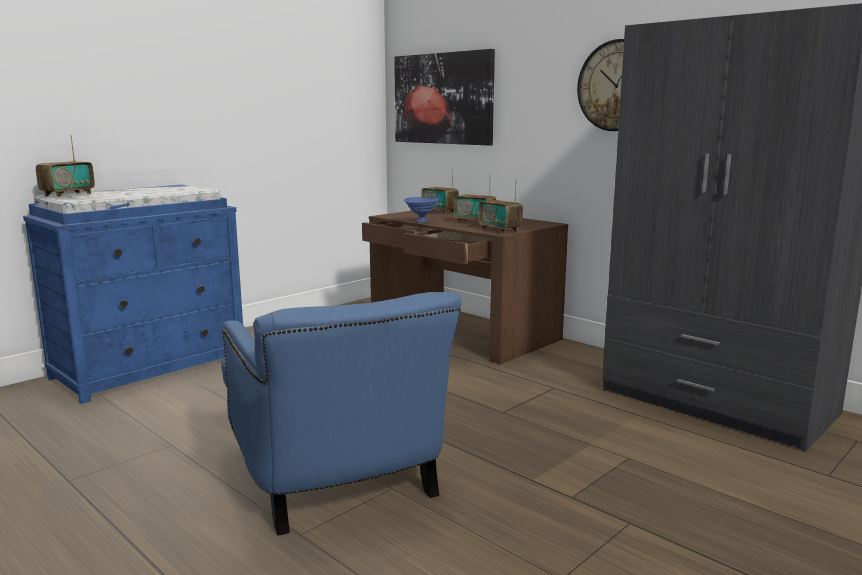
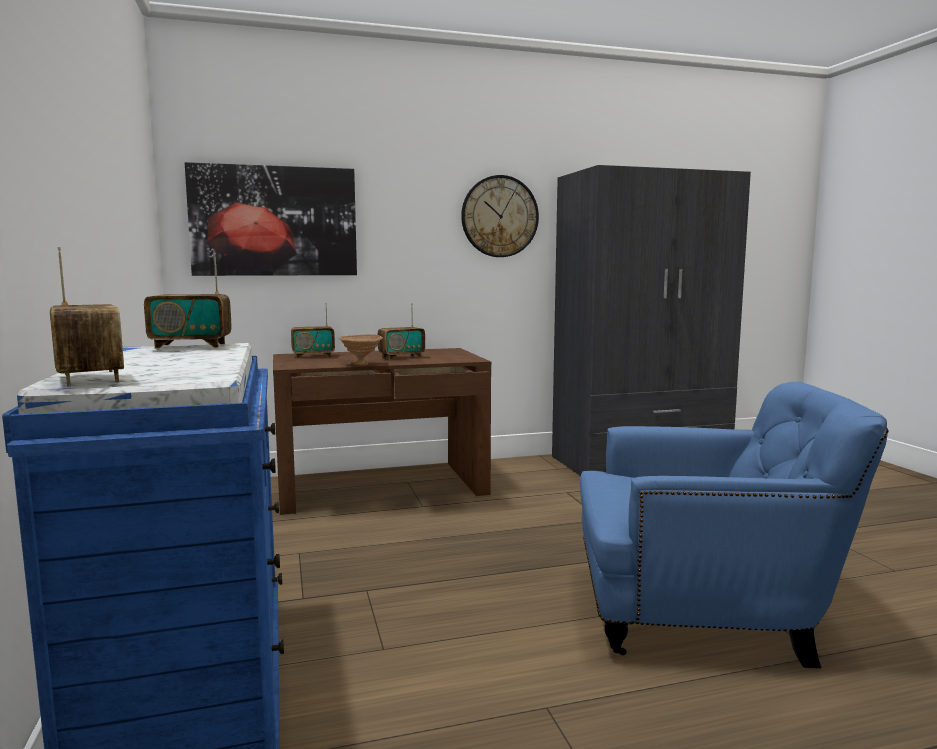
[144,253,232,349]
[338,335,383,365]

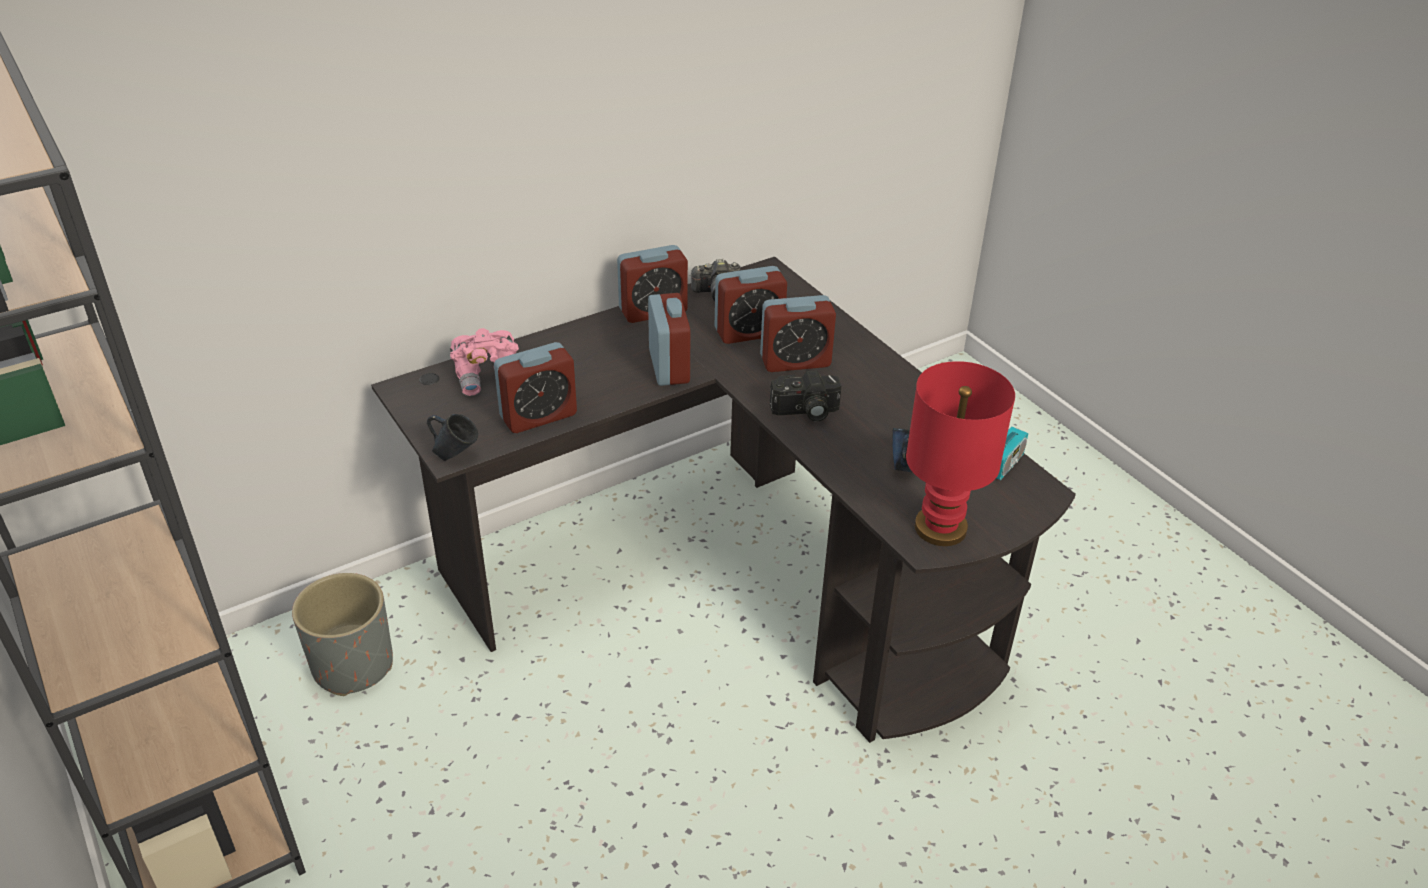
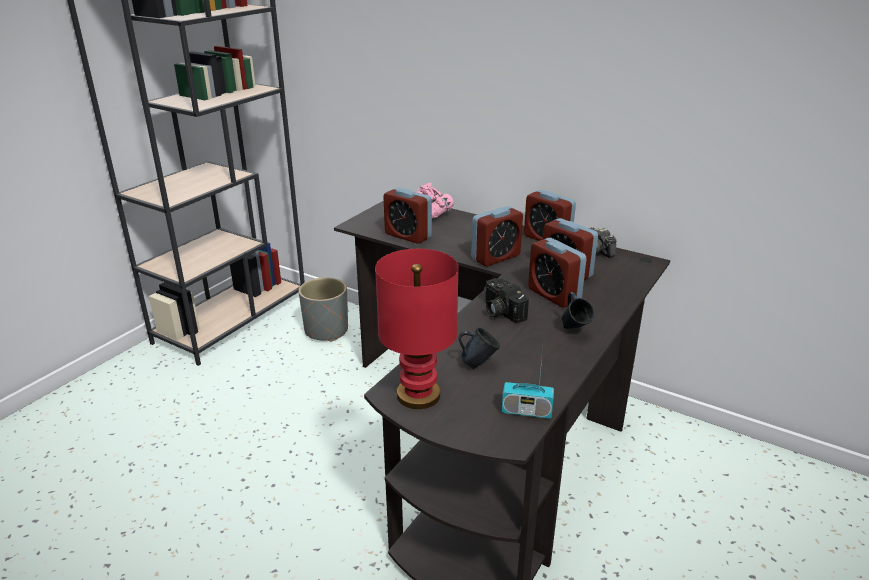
[562,292,595,329]

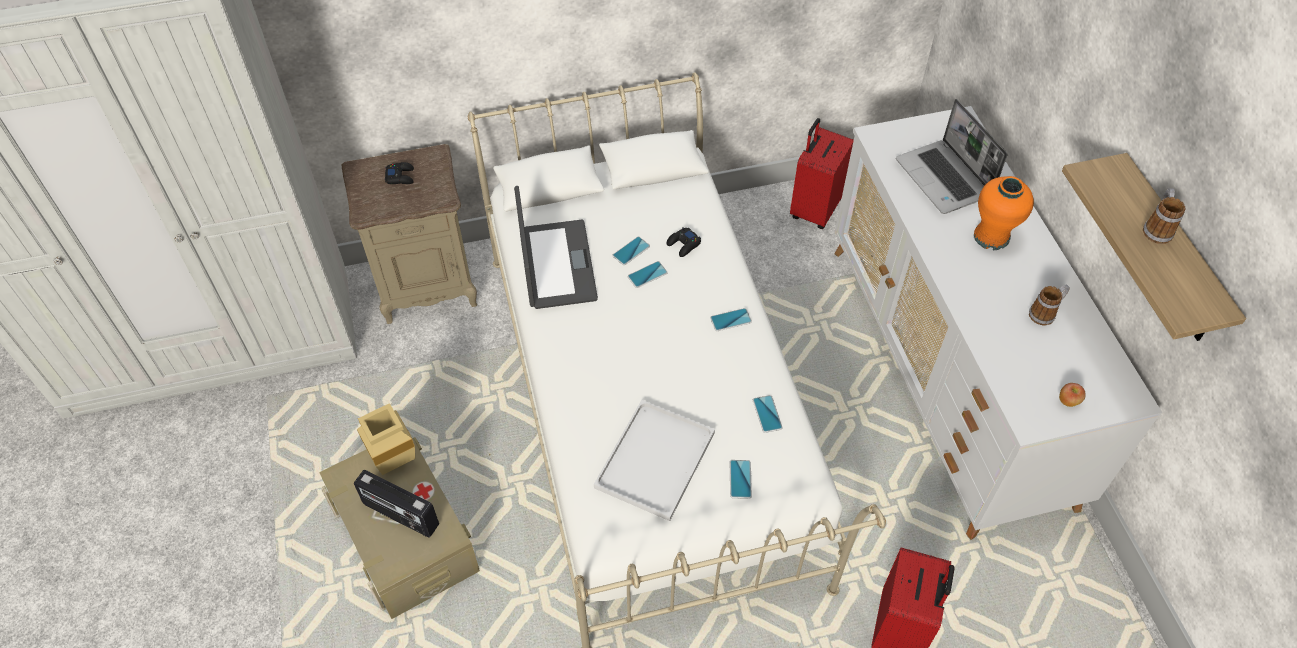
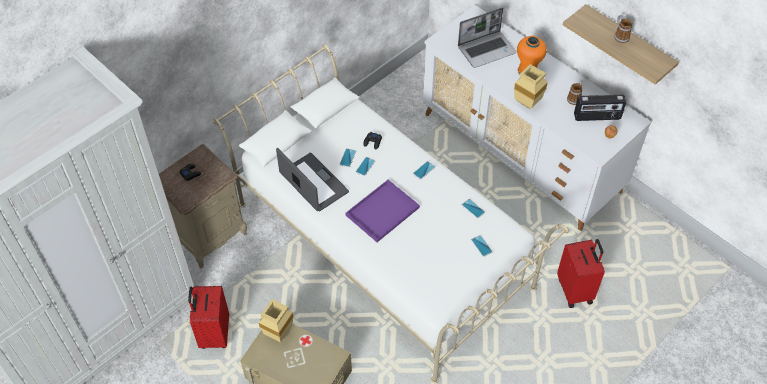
[594,400,715,521] (first image)
[345,180,420,242]
[514,64,548,109]
[574,95,626,121]
[188,286,229,349]
[458,7,516,68]

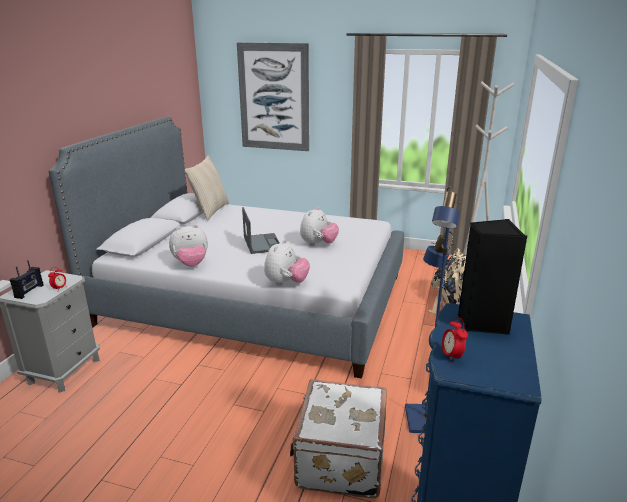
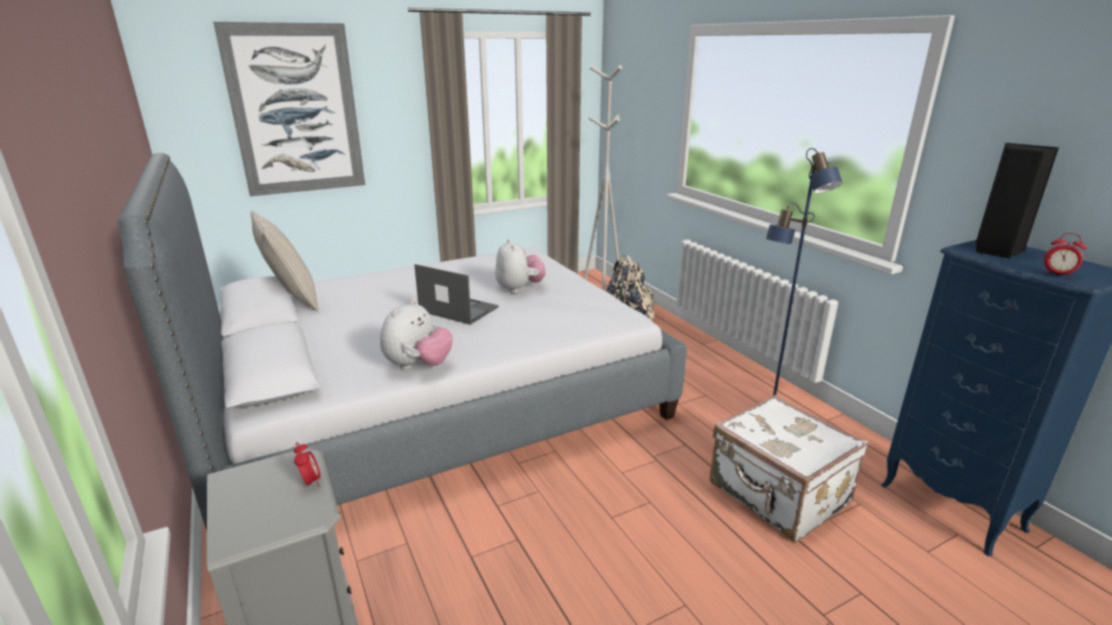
[10,260,44,299] (first image)
[264,240,310,286] (first image)

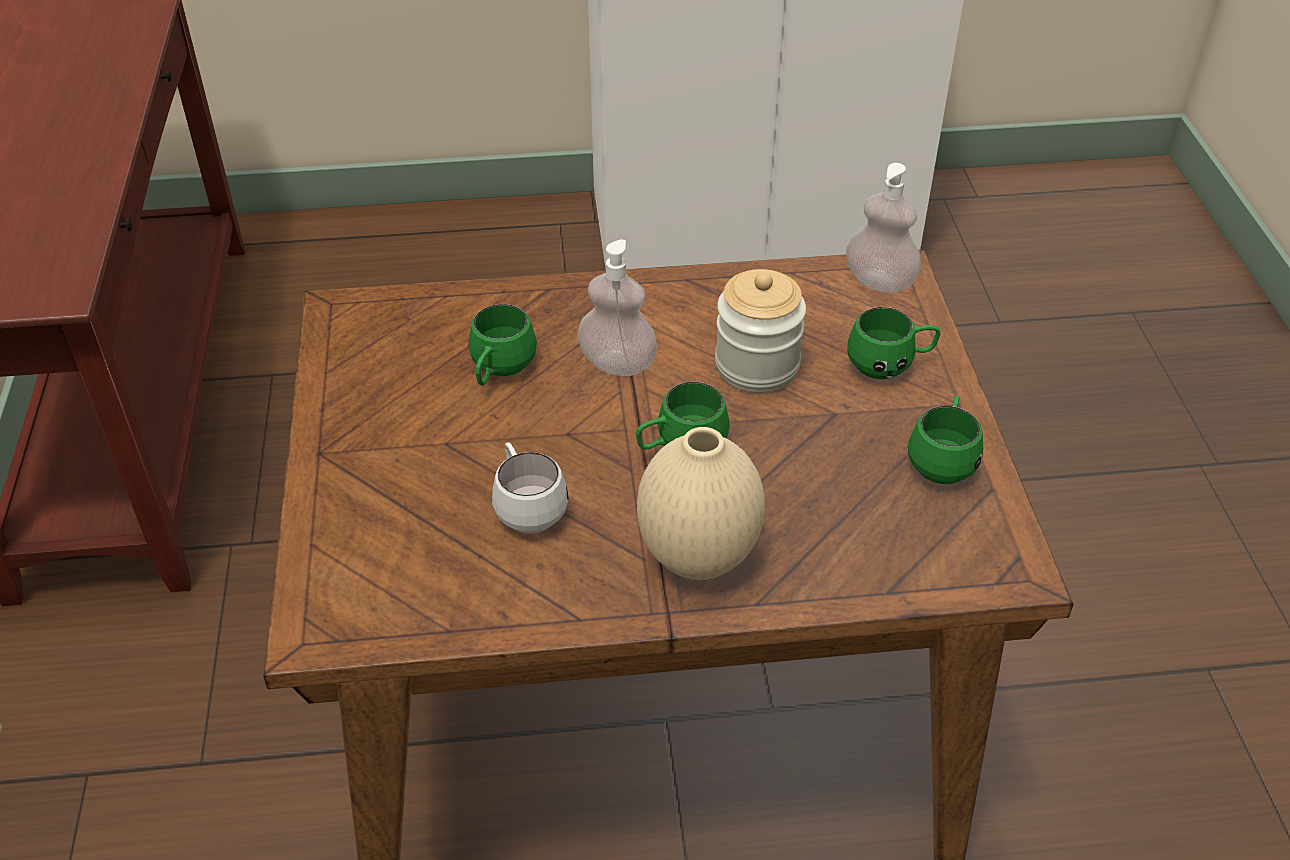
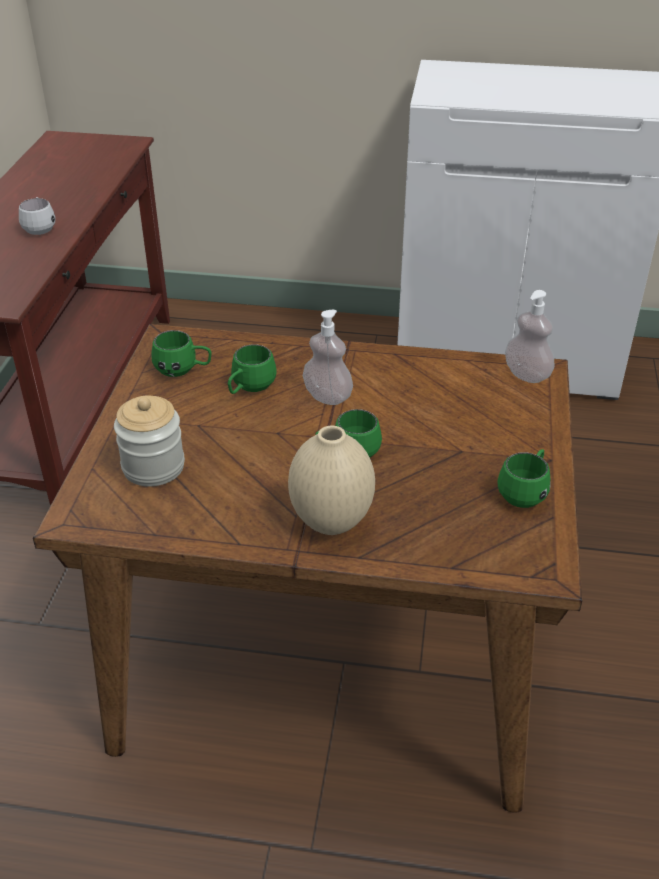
[19,197,55,235]
[114,396,185,487]
[151,330,211,377]

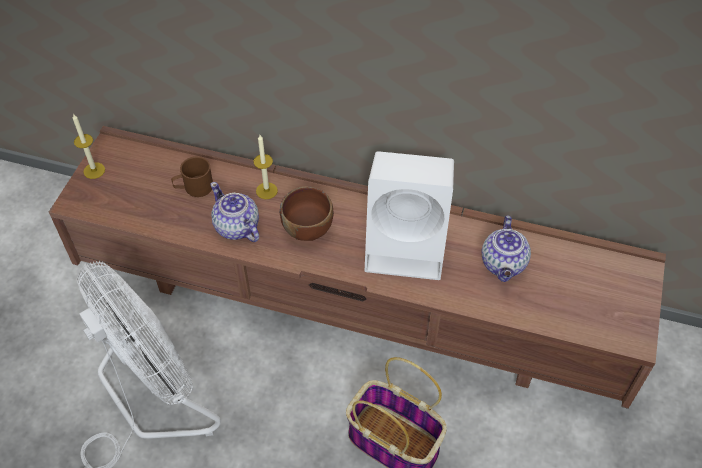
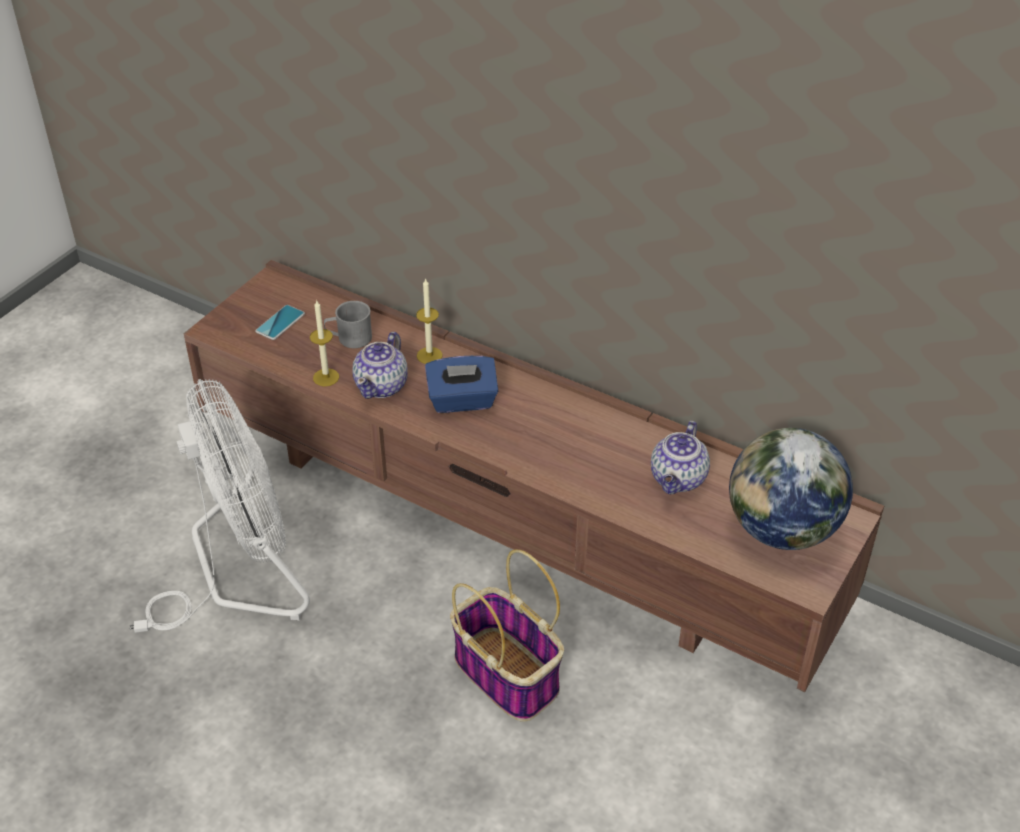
[365,151,454,280] (first image)
[255,305,305,340]
[729,428,853,550]
[310,301,339,386]
[425,356,498,413]
[324,301,372,348]
[352,332,408,399]

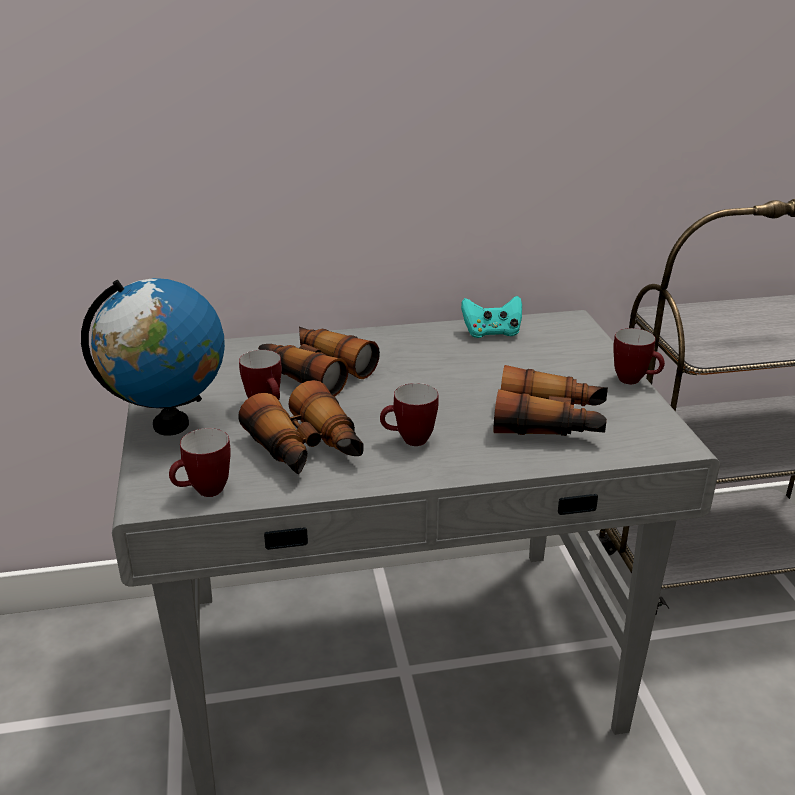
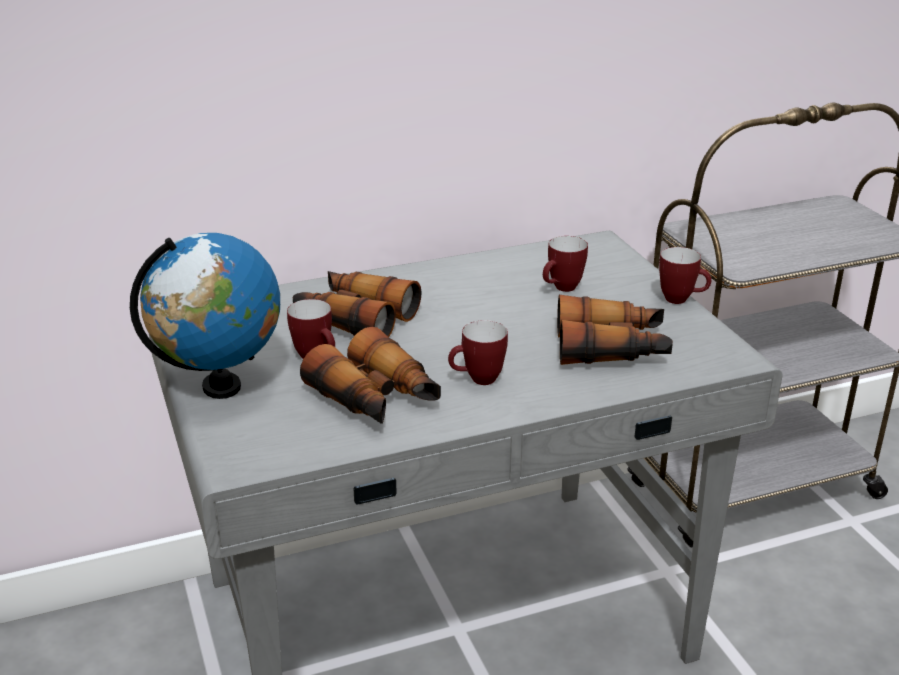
[461,296,522,338] (first image)
[543,236,588,292]

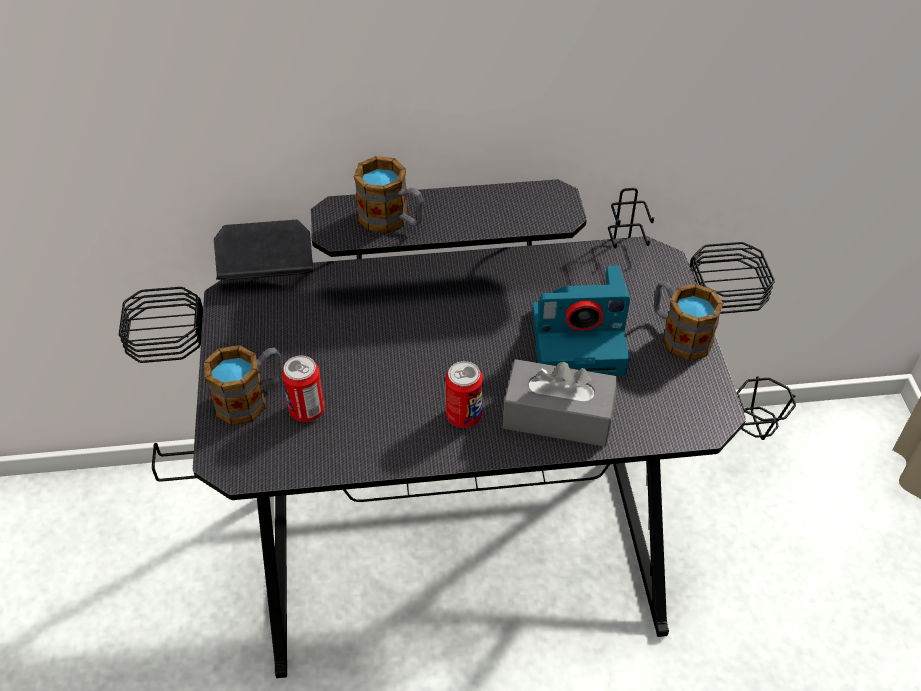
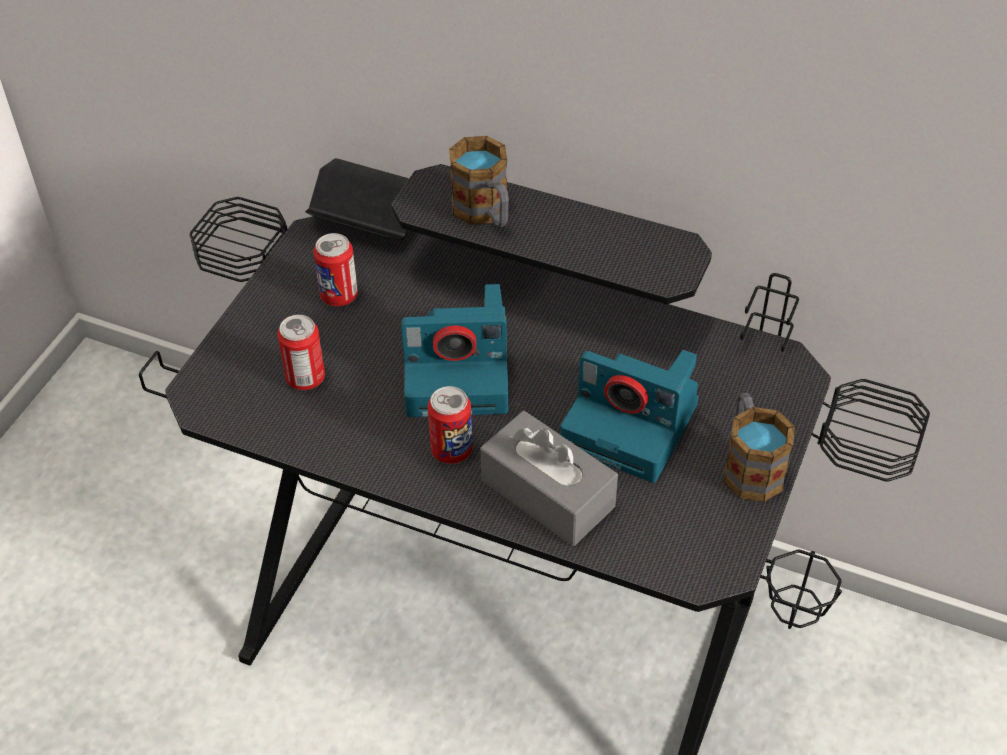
[204,345,282,425] (first image)
[313,233,358,306]
[401,284,508,417]

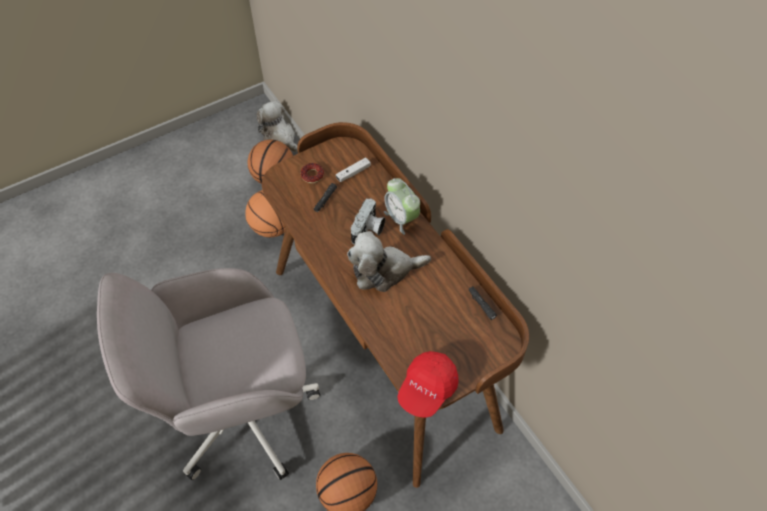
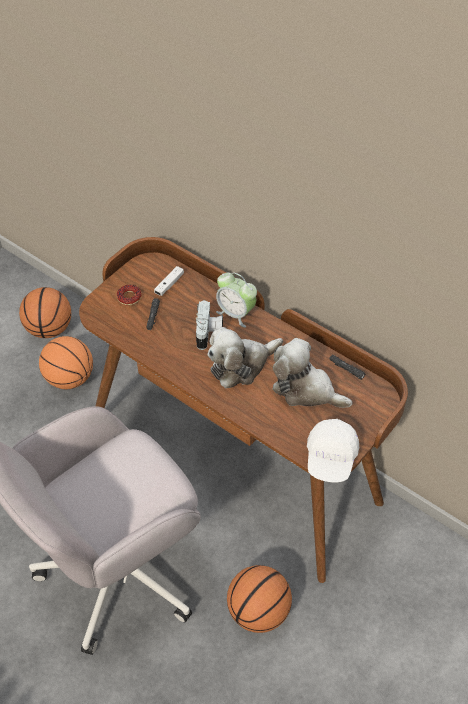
[272,338,352,408]
[307,419,359,482]

